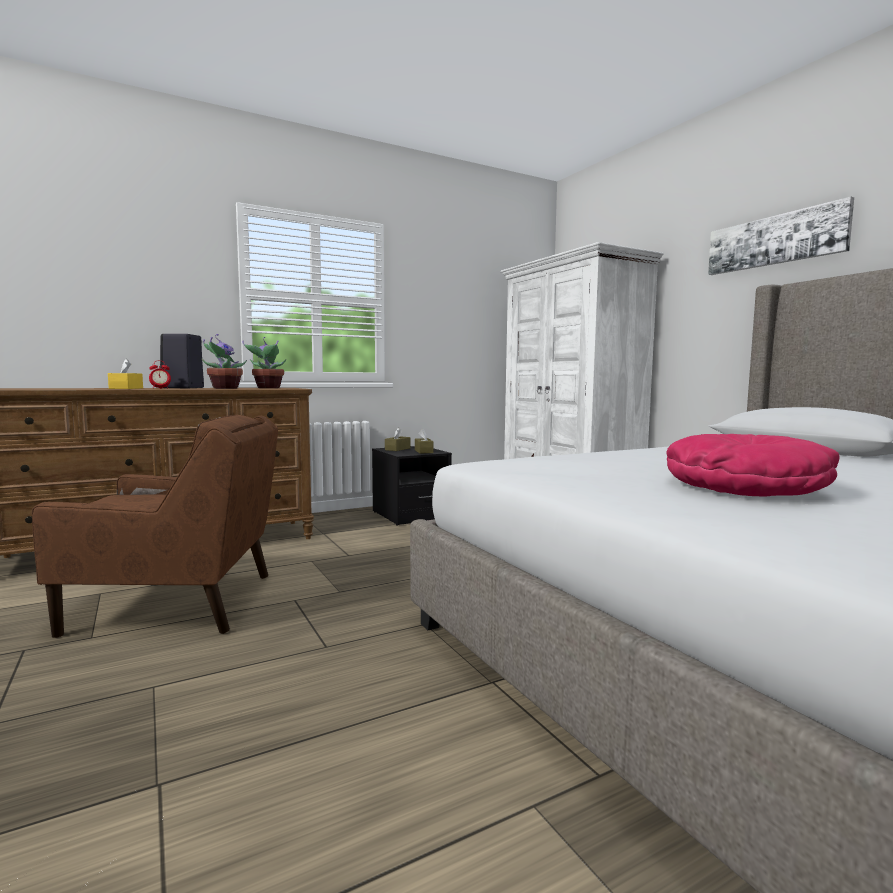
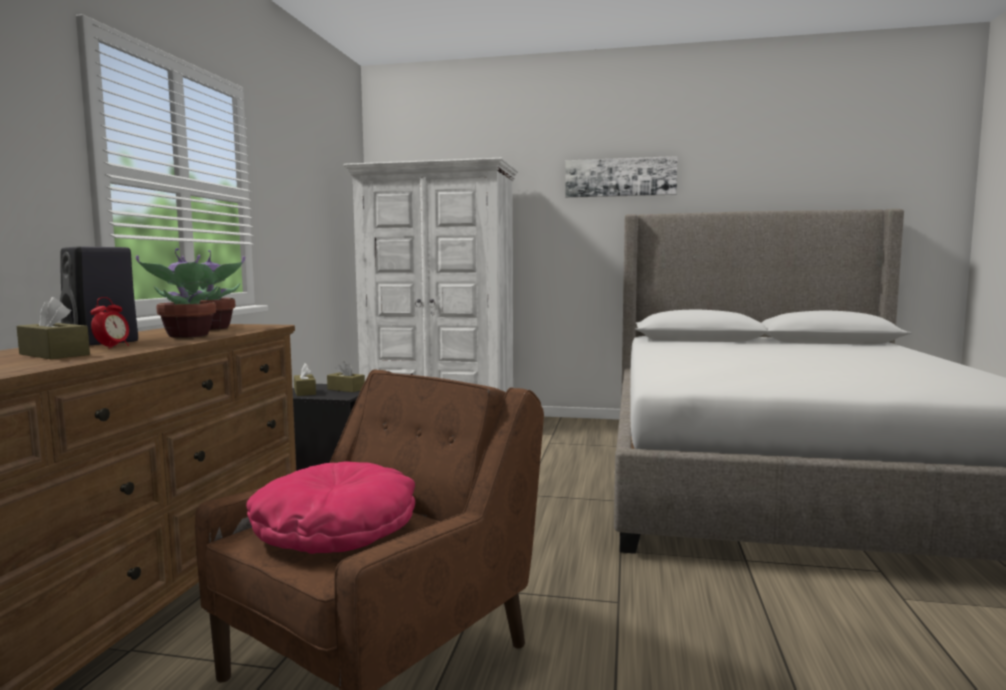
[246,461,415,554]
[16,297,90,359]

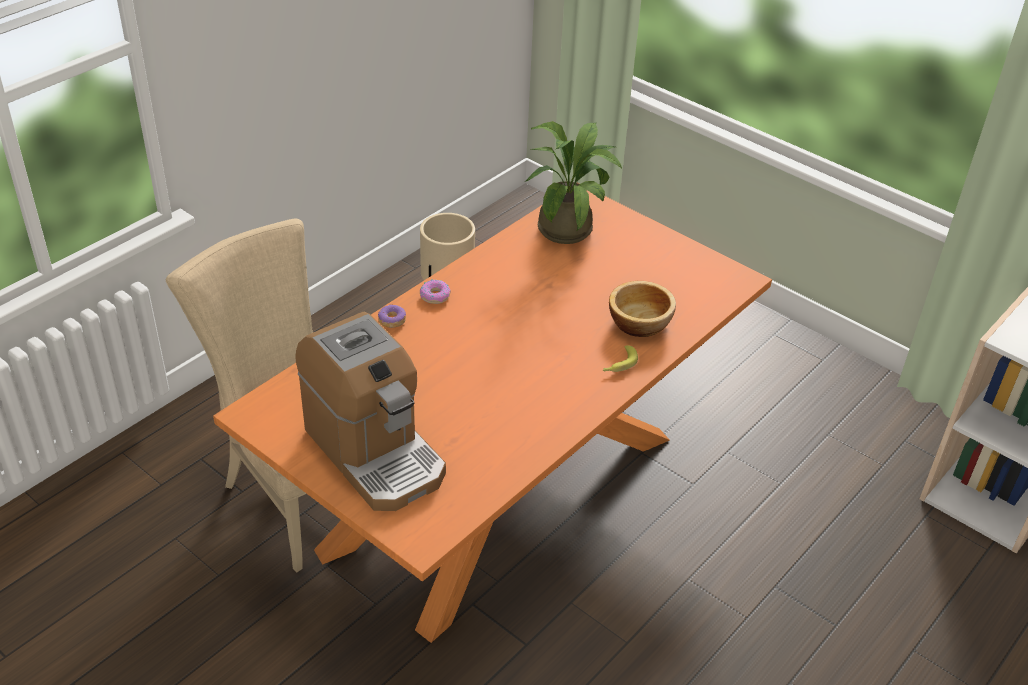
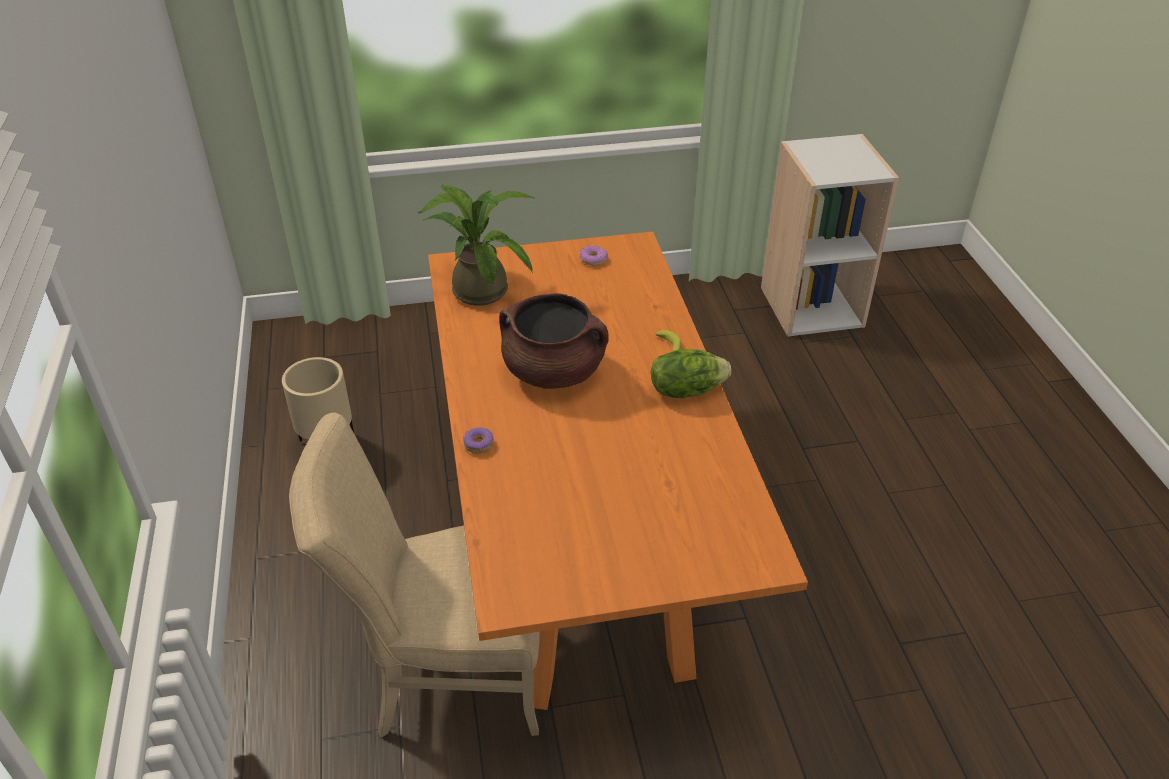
[295,312,446,511] (first image)
[609,281,676,337] (first image)
[499,293,609,389]
[651,349,731,398]
[580,245,608,266]

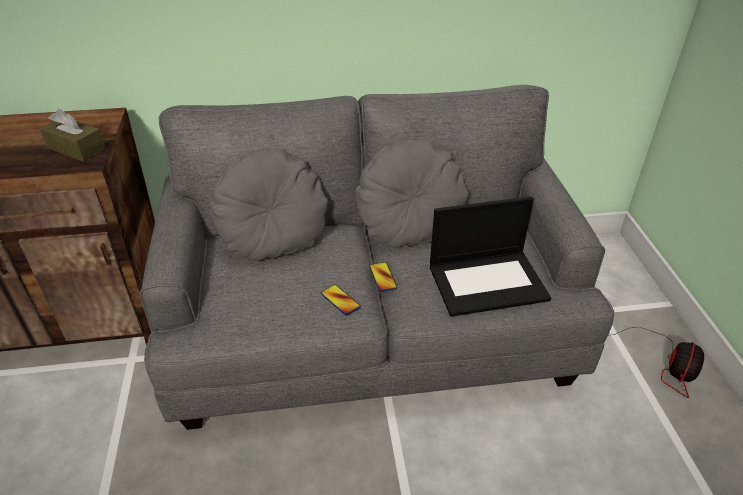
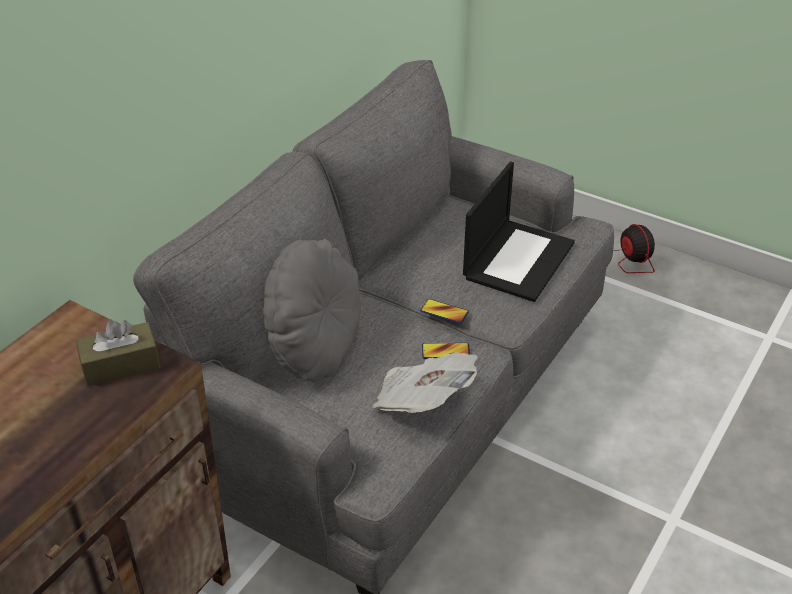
[356,139,469,247] (first image)
[372,352,478,413]

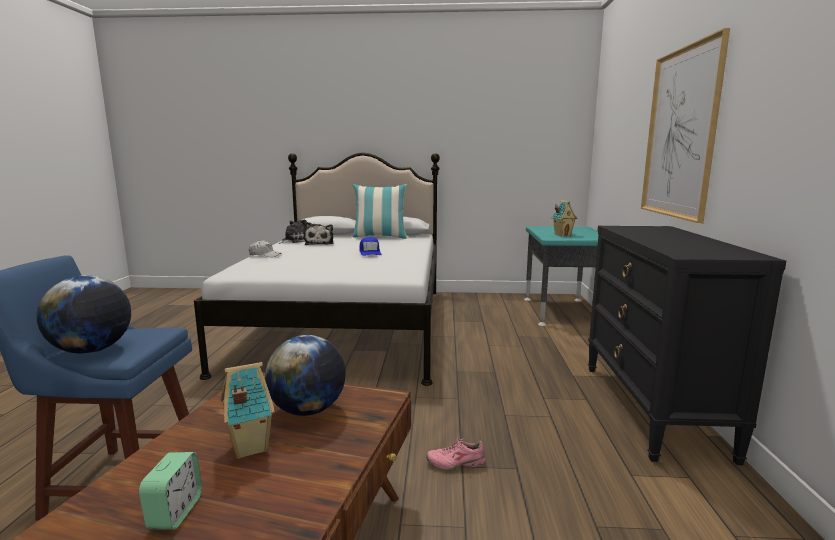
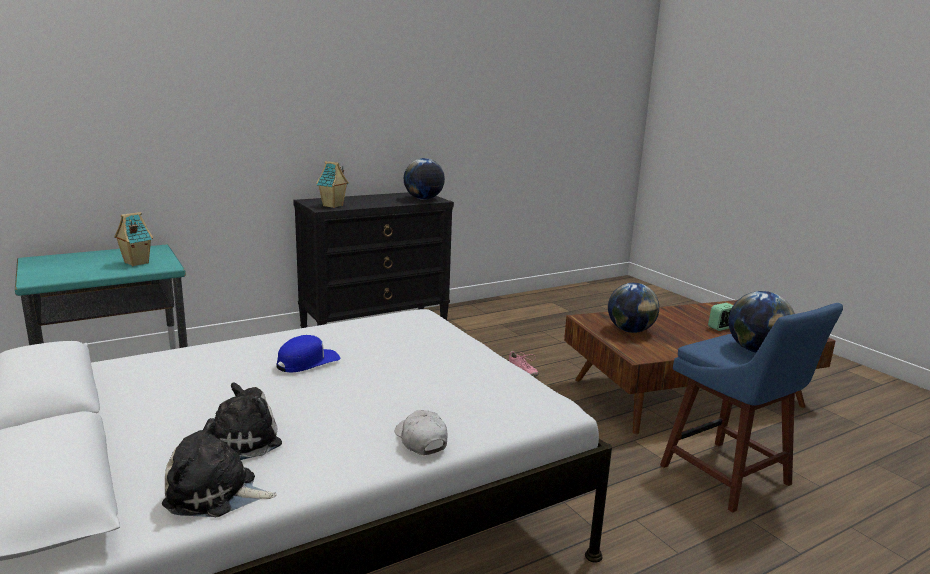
[353,184,408,239] (first image)
[641,28,730,223] (first image)
[404,158,445,200]
[316,161,349,208]

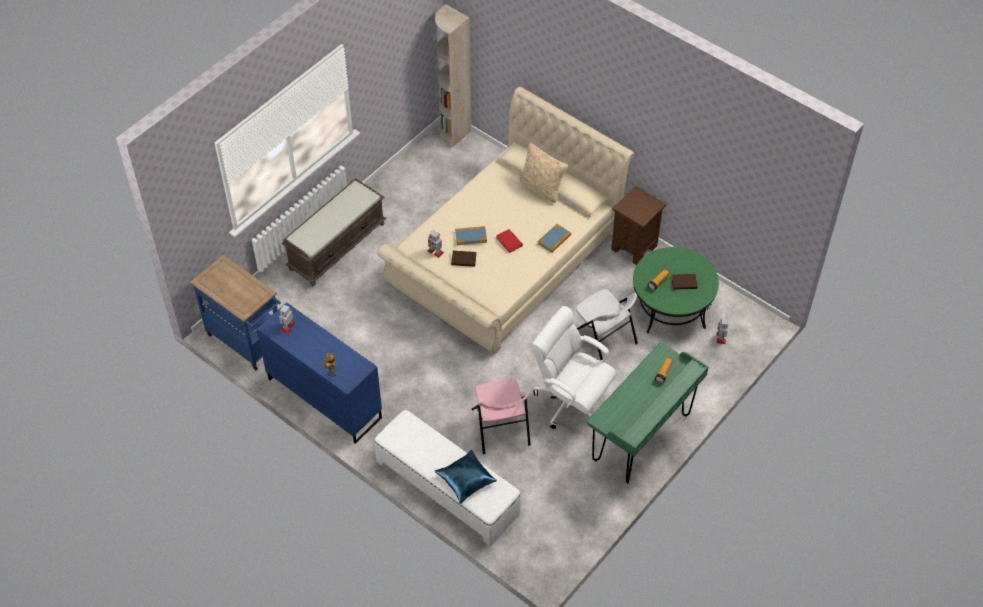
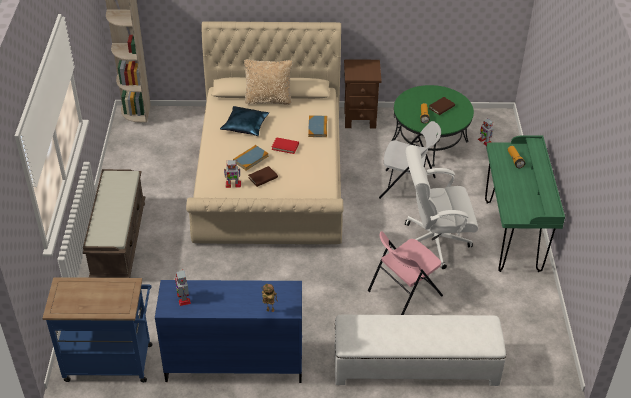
[220,106,269,136]
[368,231,443,315]

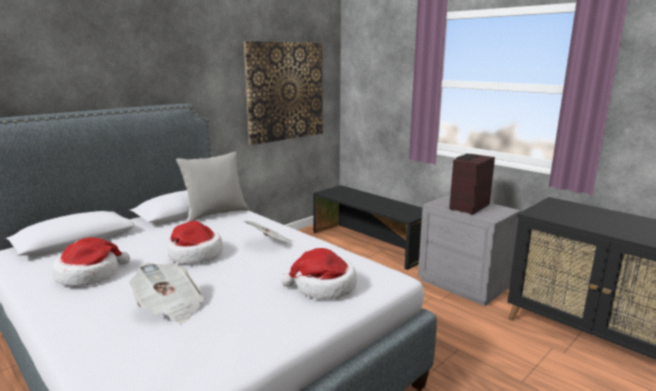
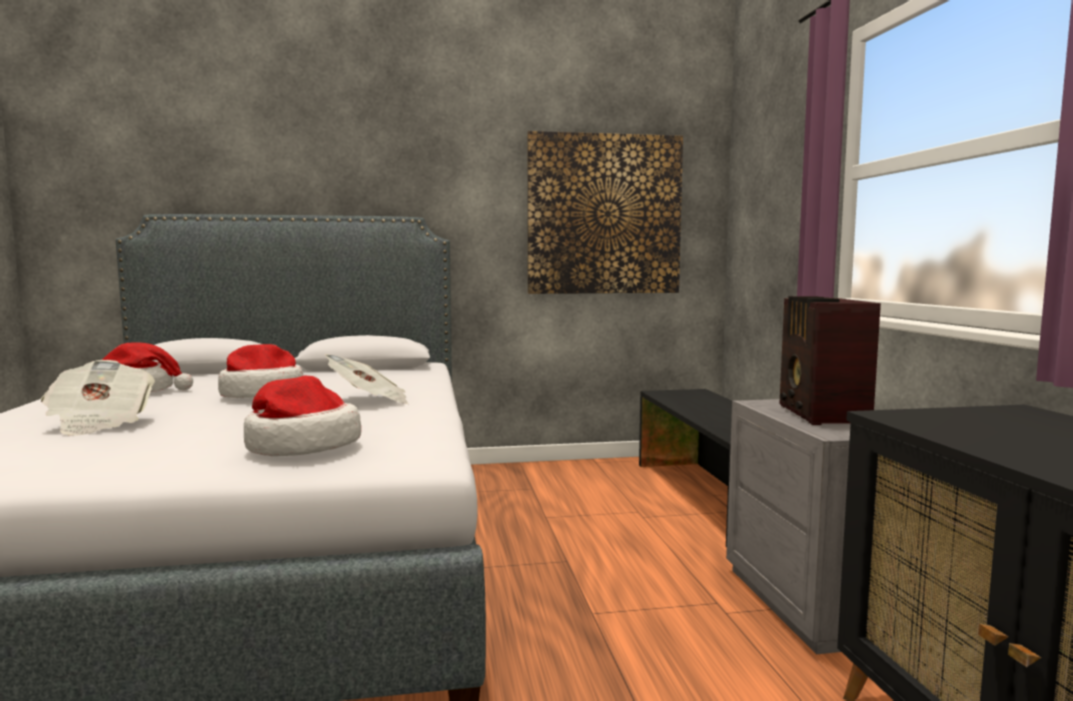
[176,152,249,222] (first image)
[780,296,881,425]

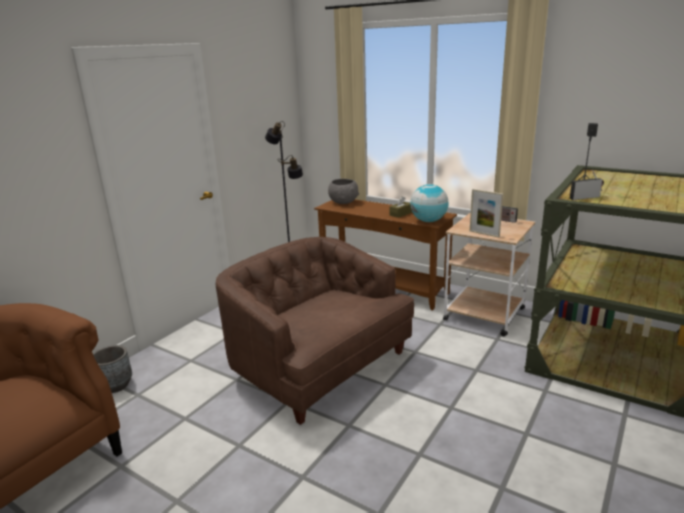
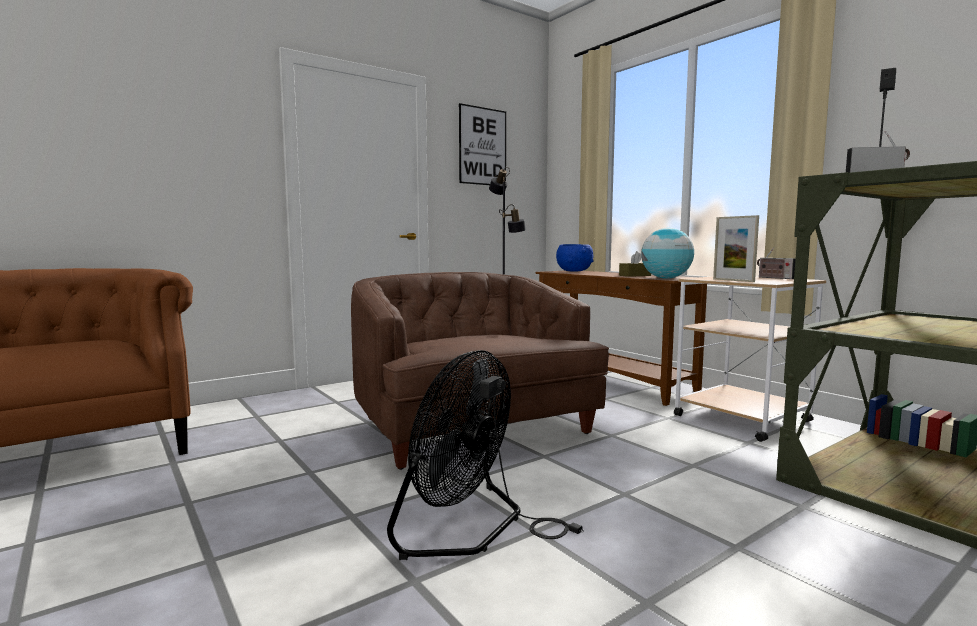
[93,345,132,393] (first image)
[387,350,583,560]
[459,103,506,185]
[556,244,594,272]

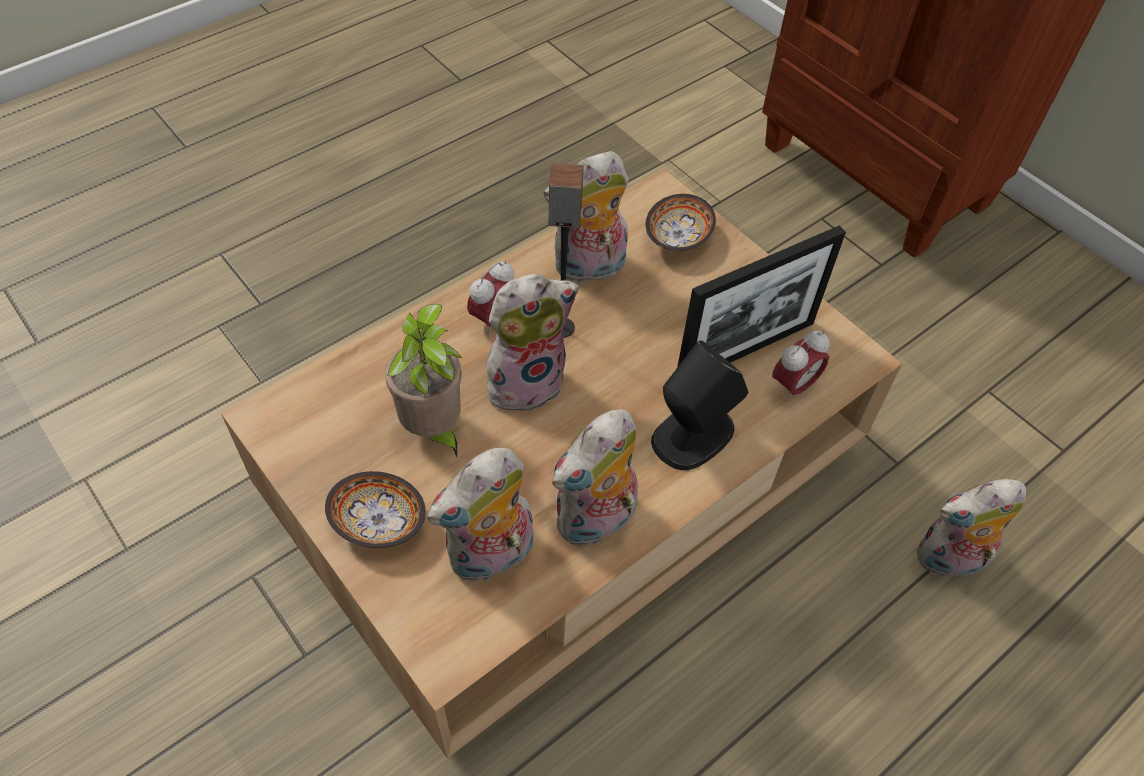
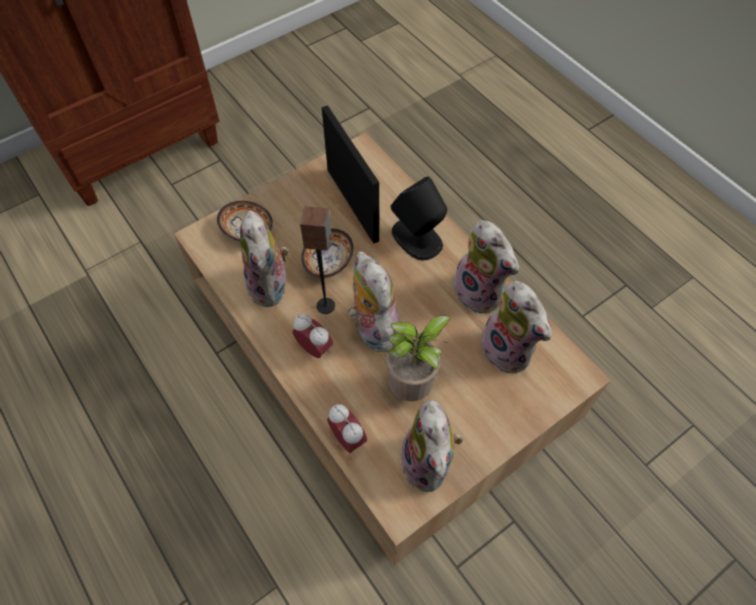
[301,229,354,278]
[327,404,367,454]
[401,400,463,492]

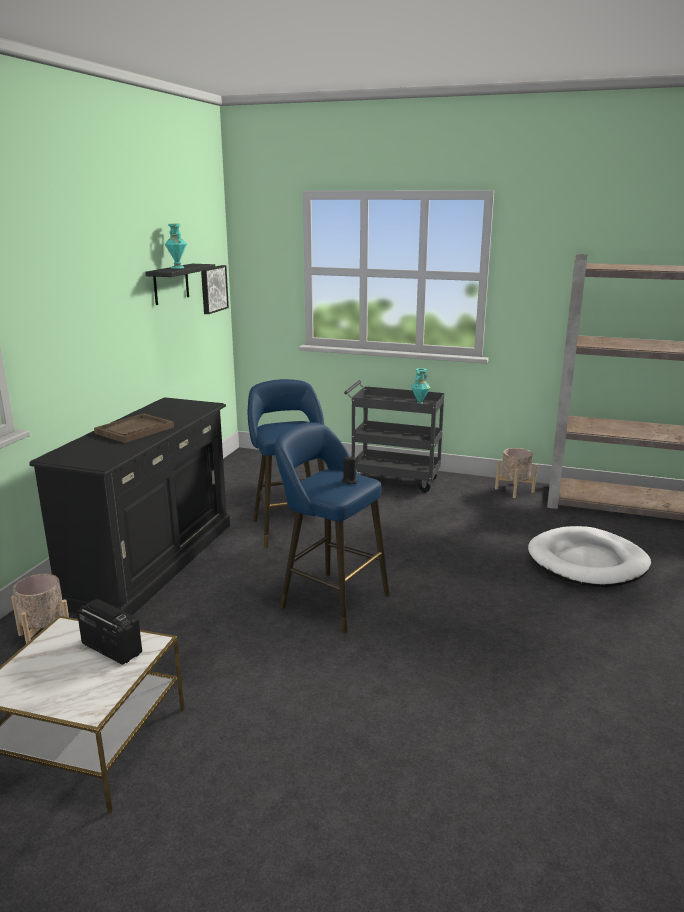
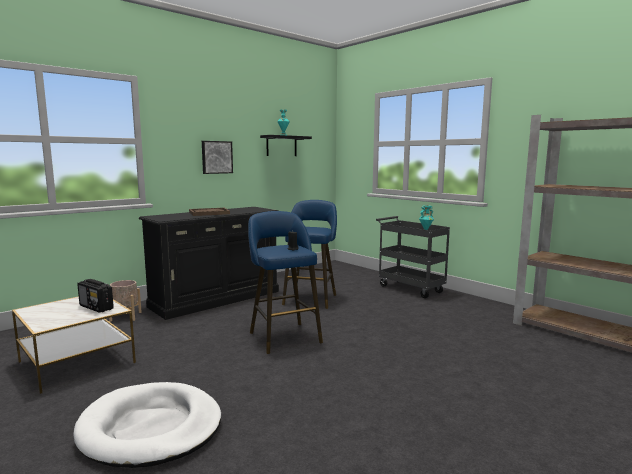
[495,448,537,498] (first image)
[202,141,233,174]
[73,382,221,468]
[77,279,114,313]

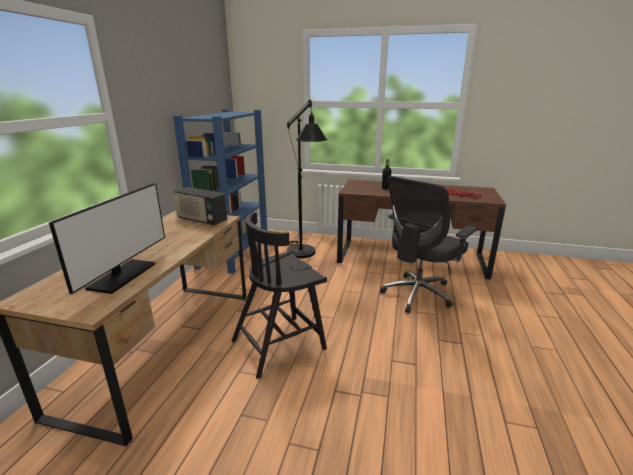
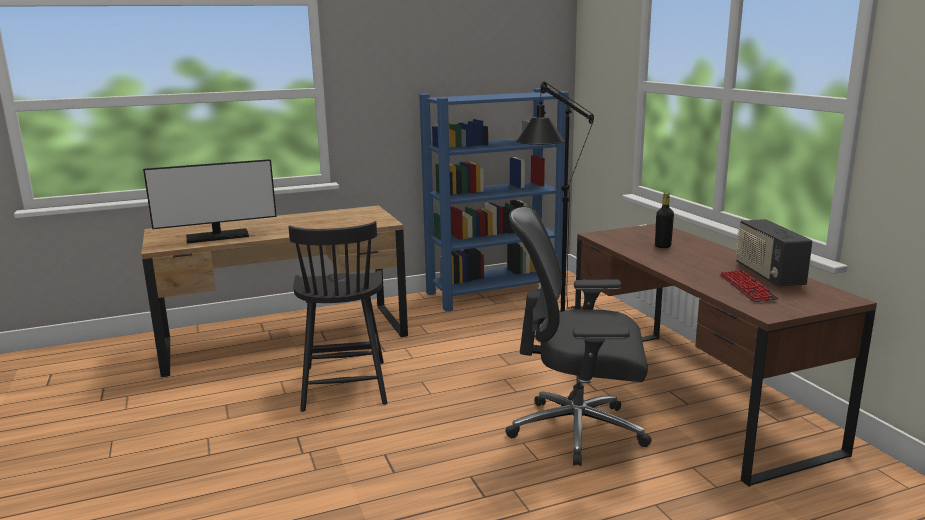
[736,219,812,287]
[289,221,387,412]

